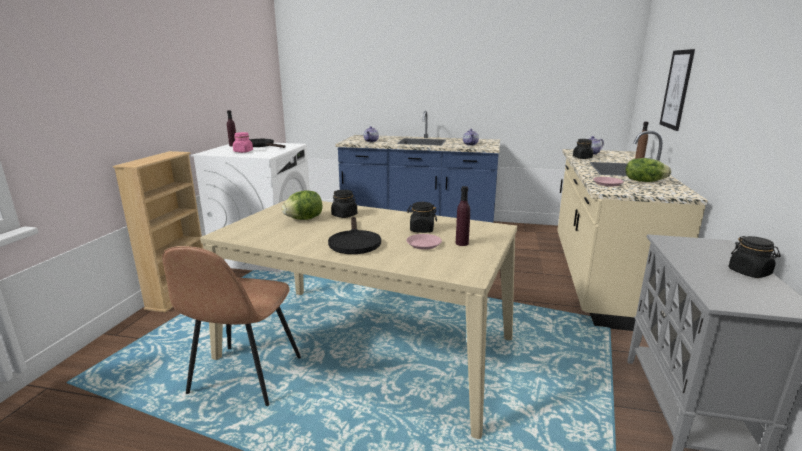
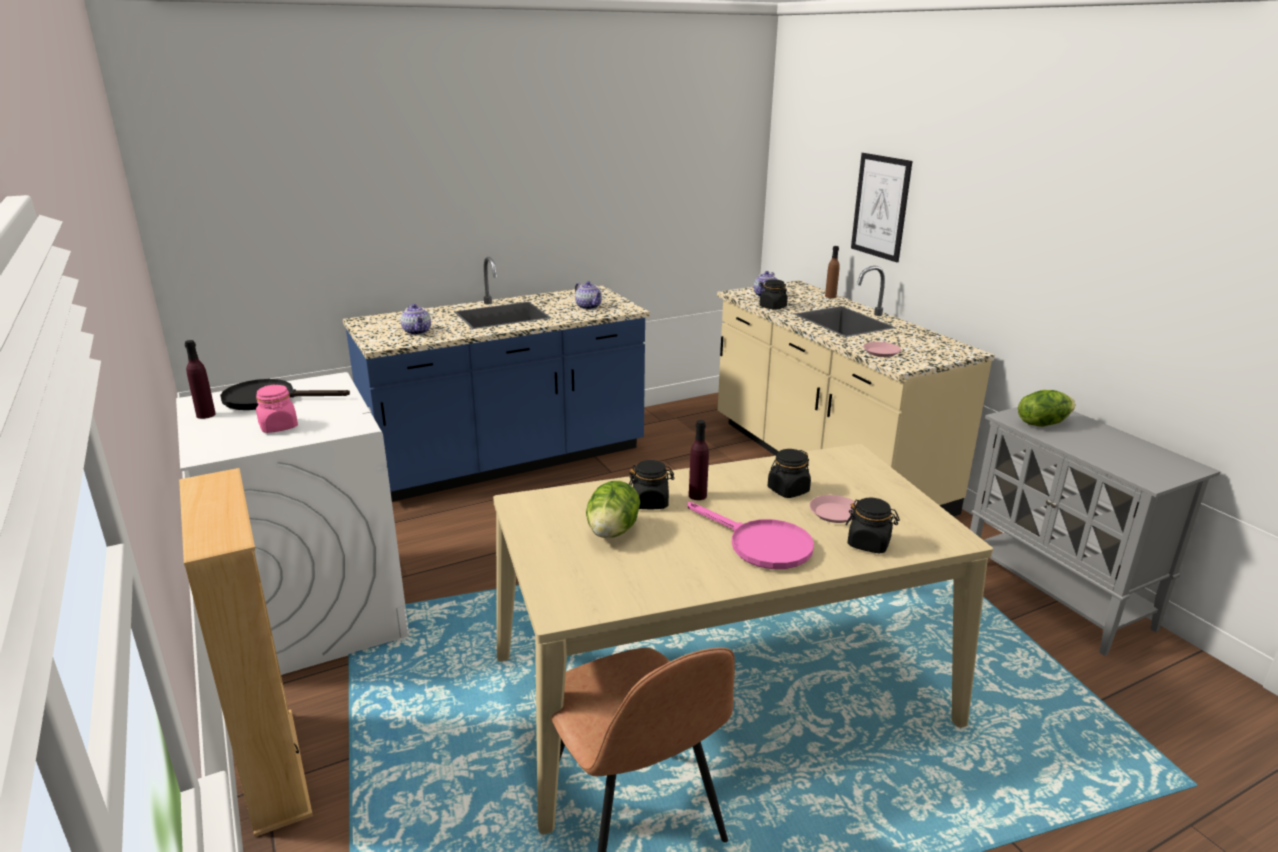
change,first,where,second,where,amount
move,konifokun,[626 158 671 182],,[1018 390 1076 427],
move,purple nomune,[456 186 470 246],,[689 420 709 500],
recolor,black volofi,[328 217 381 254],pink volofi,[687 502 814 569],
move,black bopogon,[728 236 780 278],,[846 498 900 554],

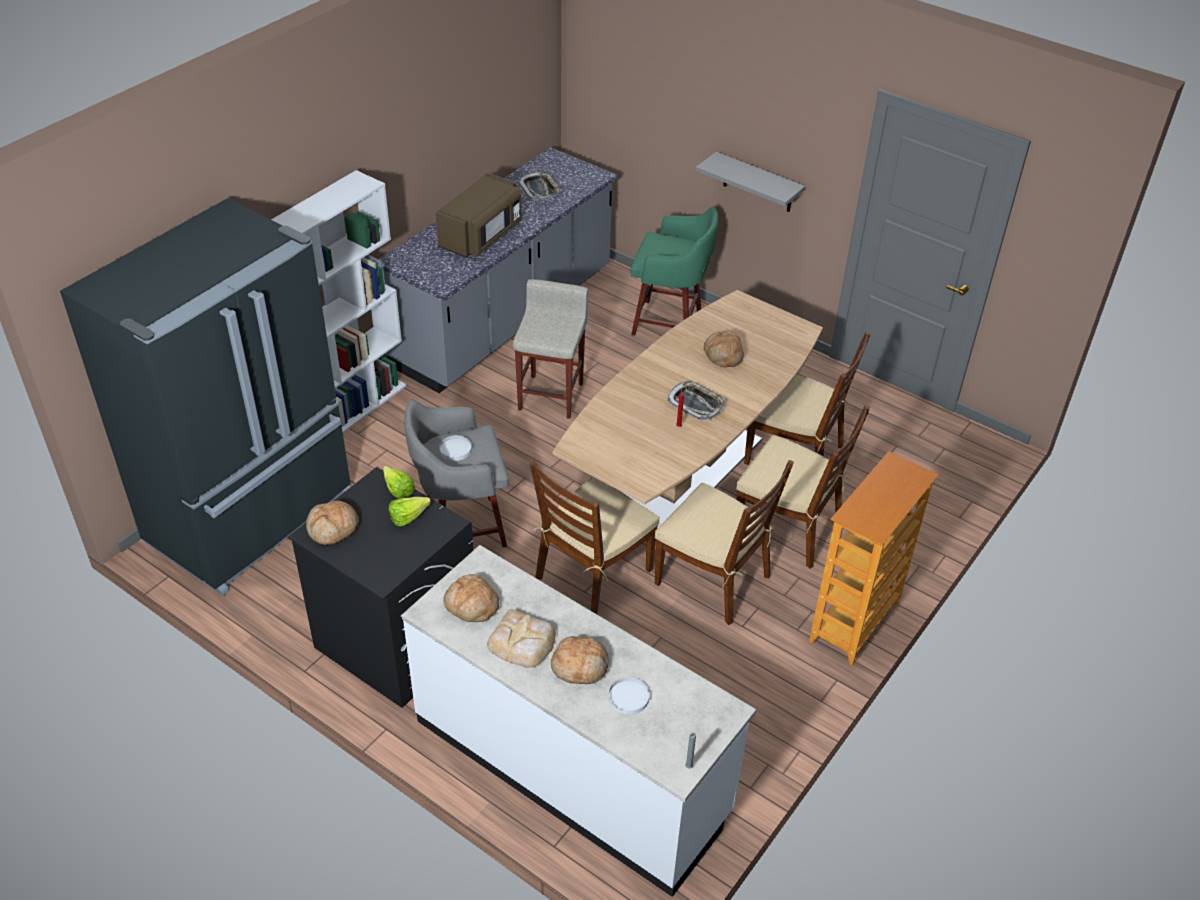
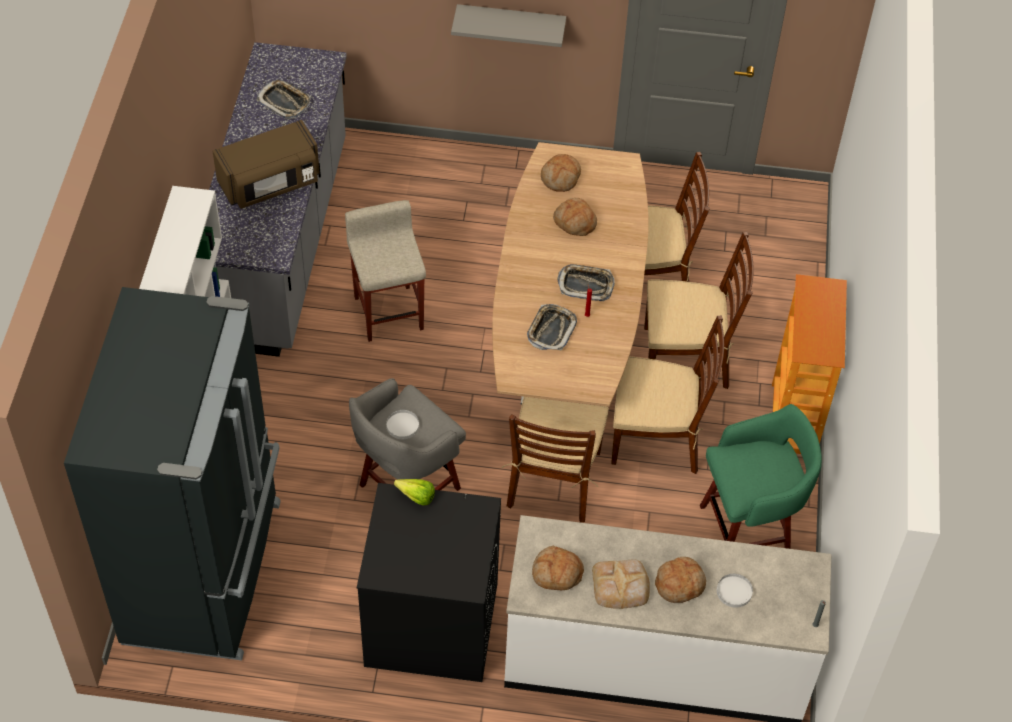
change,first,where,second,where,amount
rotate,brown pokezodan,[436 173 522 258],,[213 120 320 209],60 degrees clockwise
move,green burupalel,[631 207 718 336],,[700 404 822 549],
delete,konifokun,[389 497 431 527],,,
move,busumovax,[306 501 359 545],,[541 154 581 192],
insert,,,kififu,[527 304 577 351],

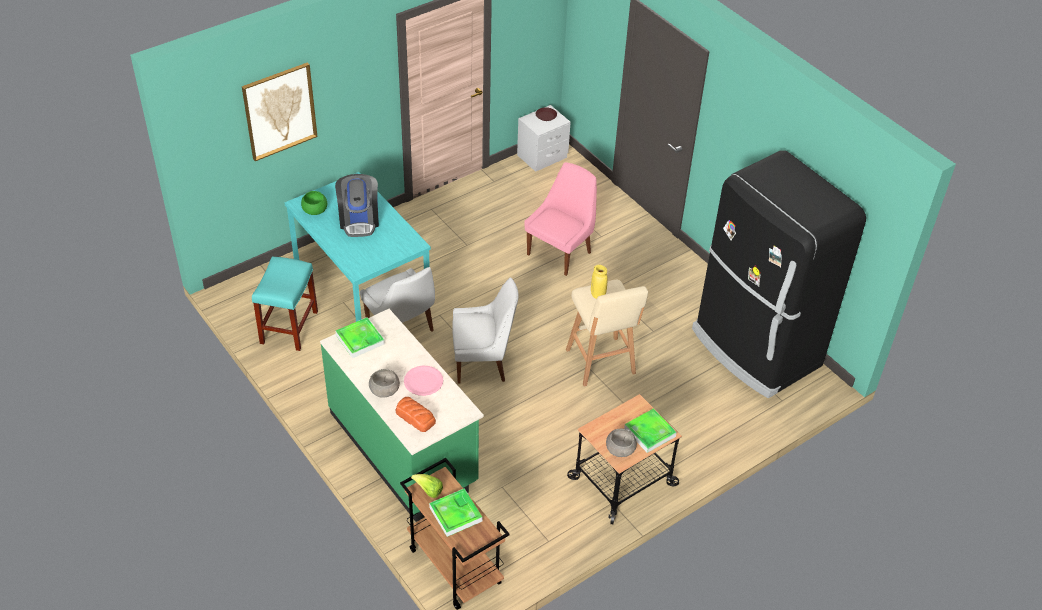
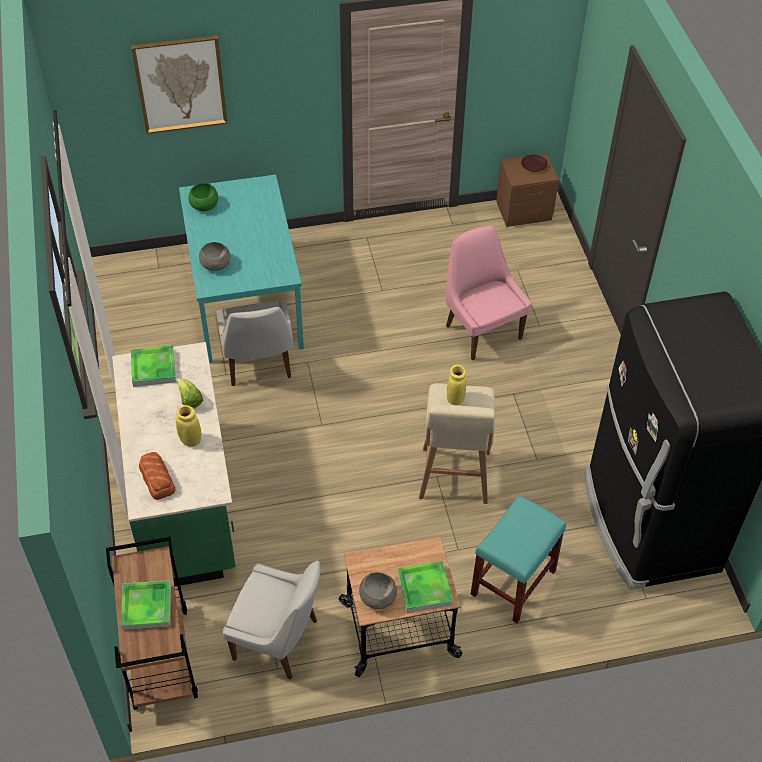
change,first,where,second,where,amount
recolor,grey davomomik,[517 105 571 172],brown davomomik,[496 153 559 227],
rotate,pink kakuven,[524 162 597 276],,[446 226 532 360],90 degrees counterclockwise
delete,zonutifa,[335 174 379 237],,,
move,turquoise burupalel,[252 256 318 351],,[471 495 566 623],
move,white kakuven,[452 278 519 383],,[223 560 320 680],
replace,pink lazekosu,[404 366 443 396],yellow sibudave,[176 405 202 447],
move,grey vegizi,[369 369 400 398],,[199 242 230 271],
move,konifokun,[411 474 443 498],,[176 378 203 409],

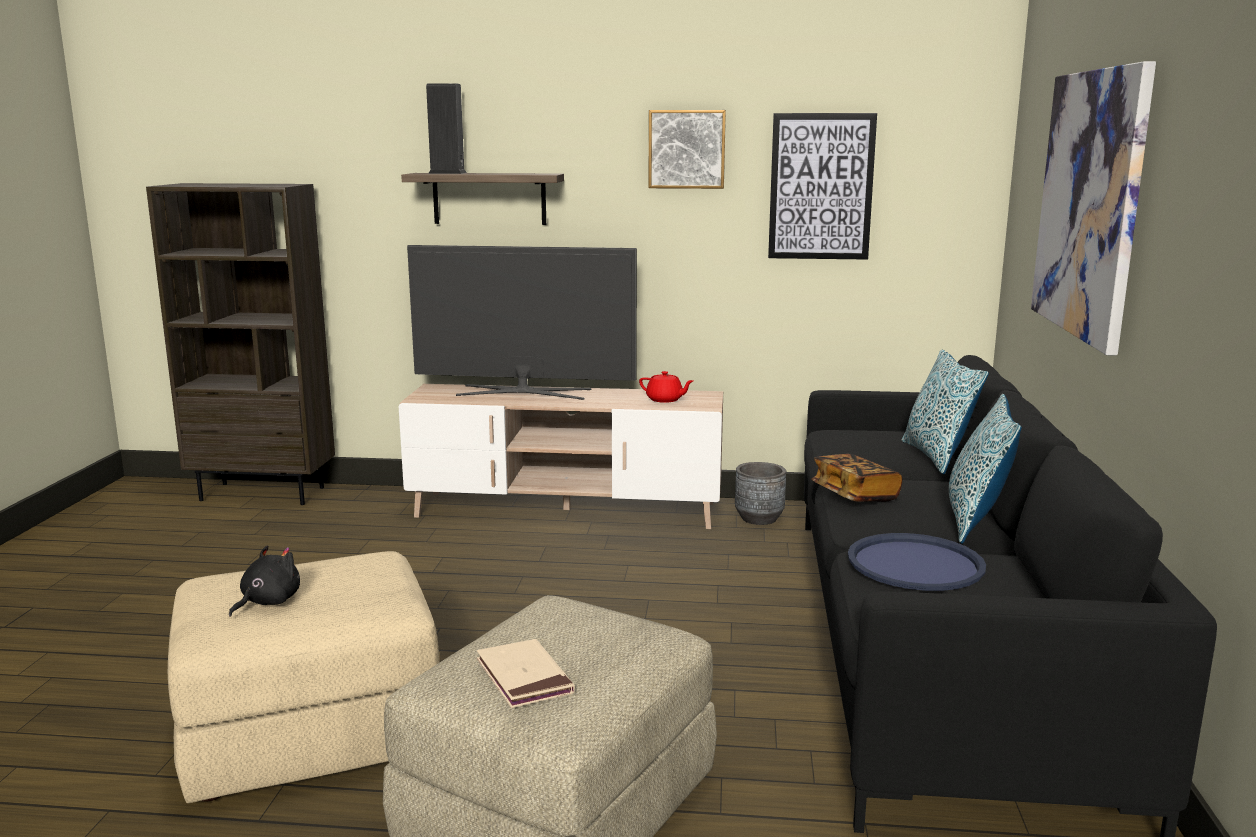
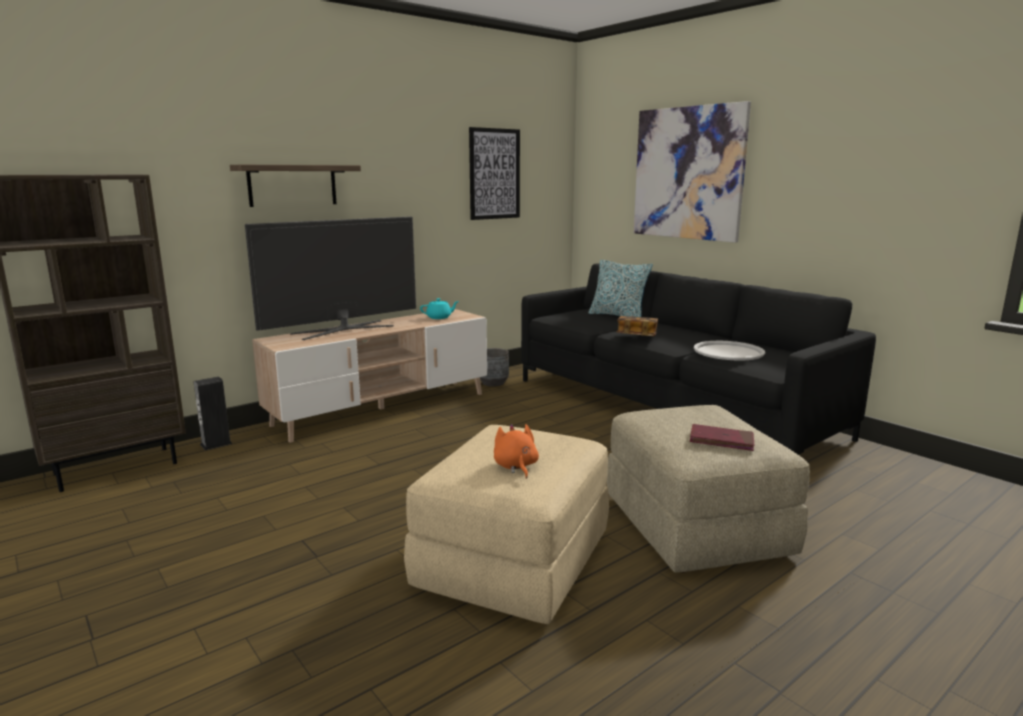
change,first,where,second,where,amount
move,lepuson,[426 83 467 174],,[194 377 233 450],
delete,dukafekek,[648 110 726 189],,,
recolor,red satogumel,[639 371 693 403],turquoise satogumel,[420 298 459 319],
delete,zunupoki,[949 394 1022 544],,,
recolor,blue kififu,[848 533 986 591],white kififu,[694 341 765 361],
recolor,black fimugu,[229 545 300 617],orange fimugu,[494 424 539 479],
recolor,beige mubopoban,[477 639 575 708],red mubopoban,[690 424 755 451],

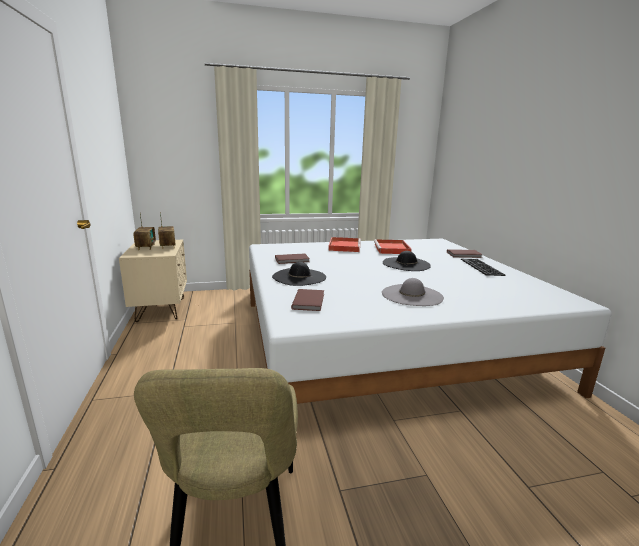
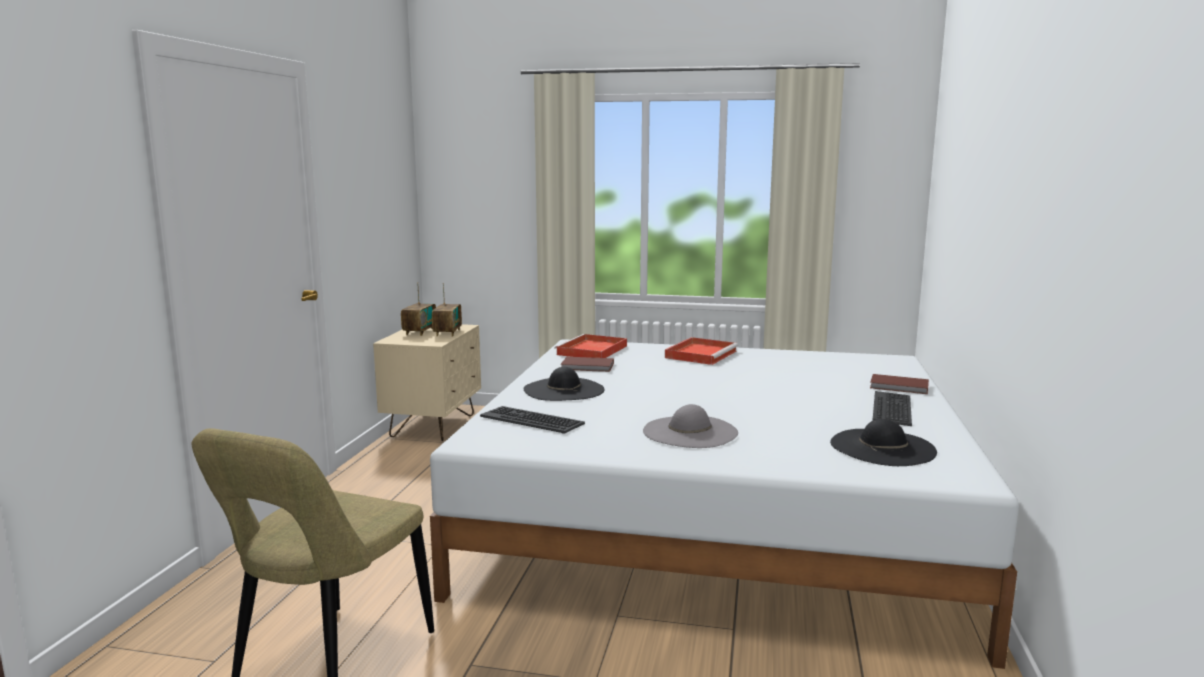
change,first,where,second,where,amount
move,red kififu,[374 239 412 254],,[555 334 627 358],
move,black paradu,[383 251 431 271],,[830 419 937 466],
replace,brown mubopoban,[291 289 324 311],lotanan,[480 406 585 434],

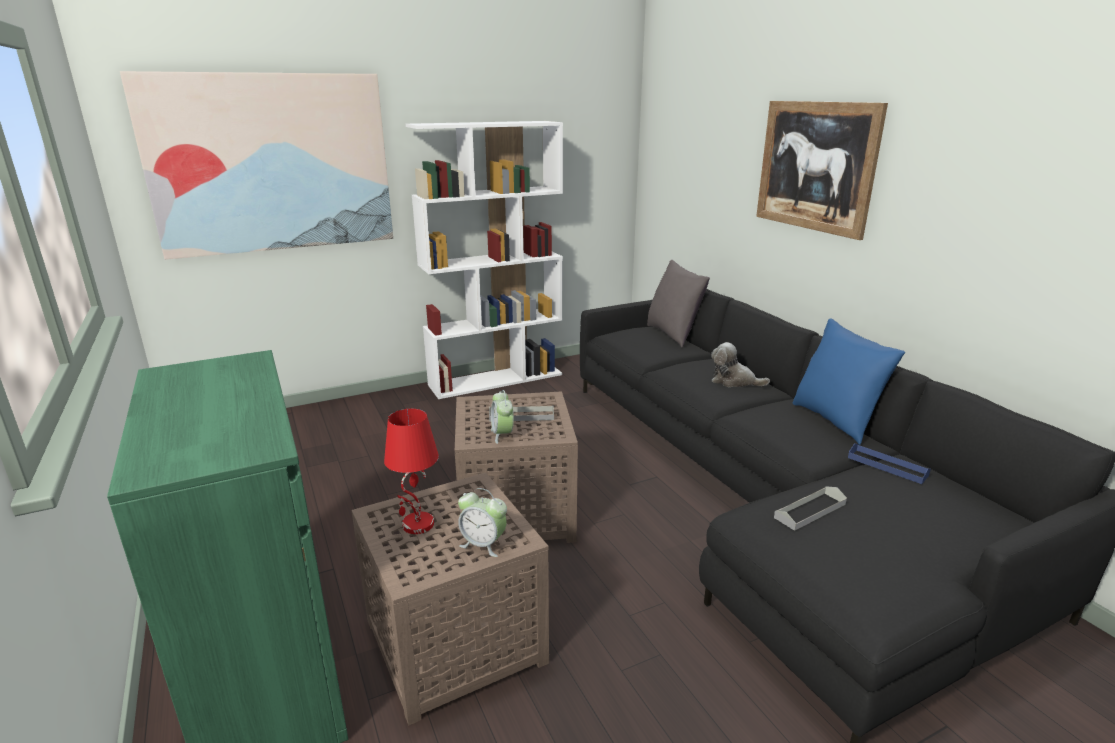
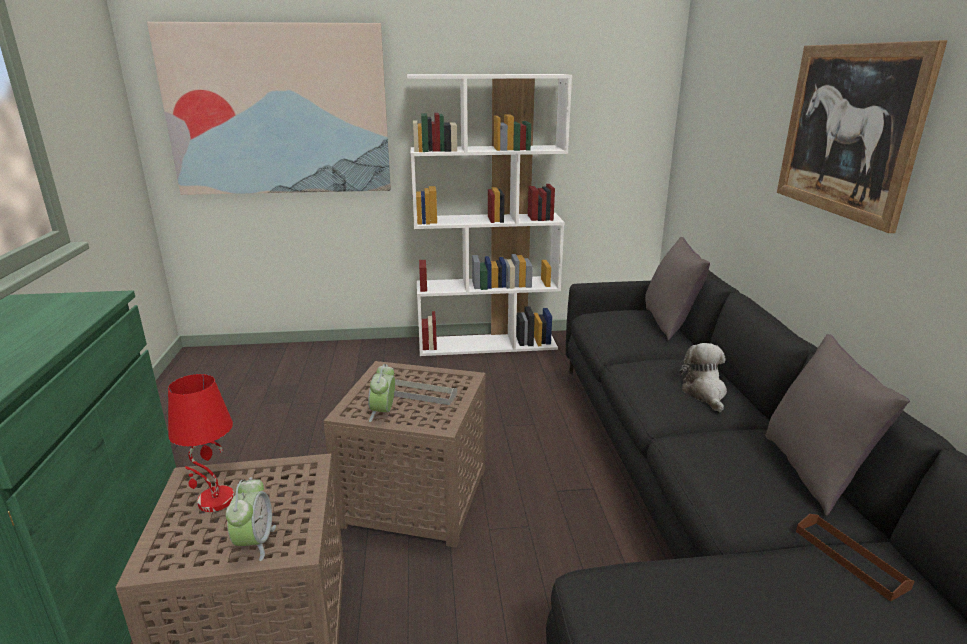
change,first,where,second,where,amount
recolor,blue zunupoki,[792 318 905 445],grey zunupoki,[765 334 910 516],
rotate,fimugu,[711 342 770 387],,[679 343 727 412],45 degrees clockwise
recolor,blue kififu,[848 443 931 484],brown kififu,[796 514 915 602],
delete,grey kififu,[774 486 847 531],,,
rotate,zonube,[458 488 507 557],,[226 477 276 561],135 degrees counterclockwise

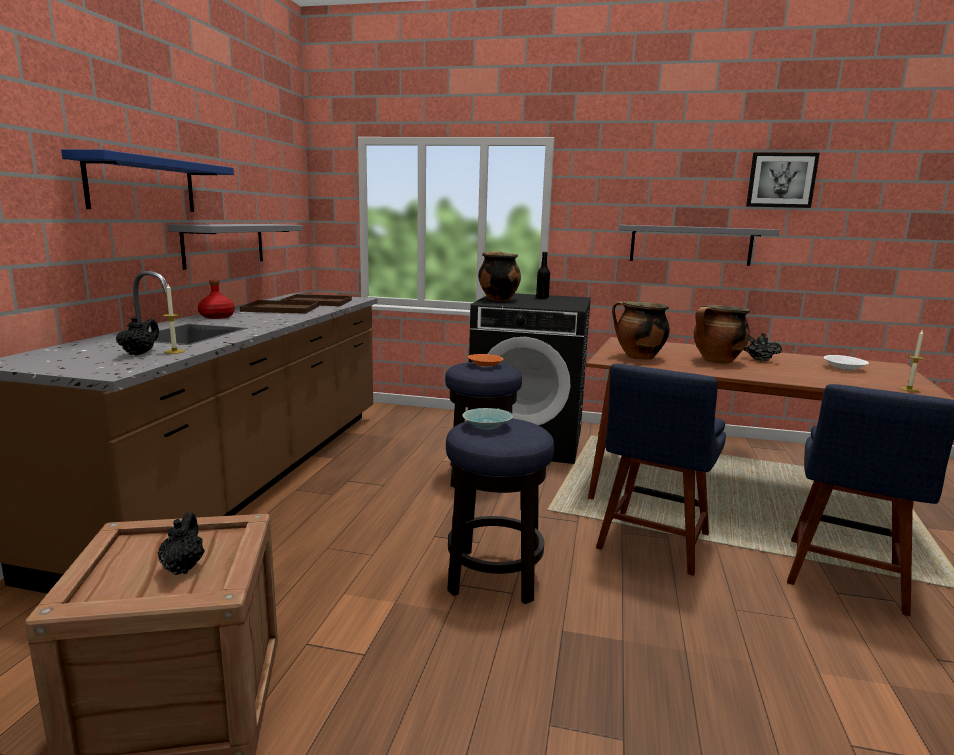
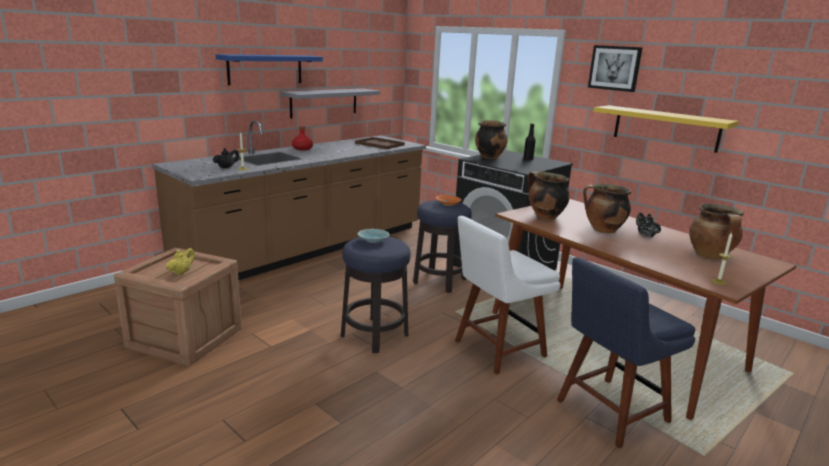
change,first,where,second,where,amount
move,dukafekek,[746 152 820 208],,[588 45 643 92],
recolor,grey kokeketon,[619 225 779 266],yellow kokeketon,[593 105 739 153],
delete,brown kififu,[240 300 319 314],,,
replace,white vegizi,[824 355 869 371],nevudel,[689 204 744 260],
recolor,blue kakuven,[596 364 726 576],white kakuven,[455 216 561 375],
recolor,black satogumel,[158 512 205 575],yellow satogumel,[166 248 195 275],

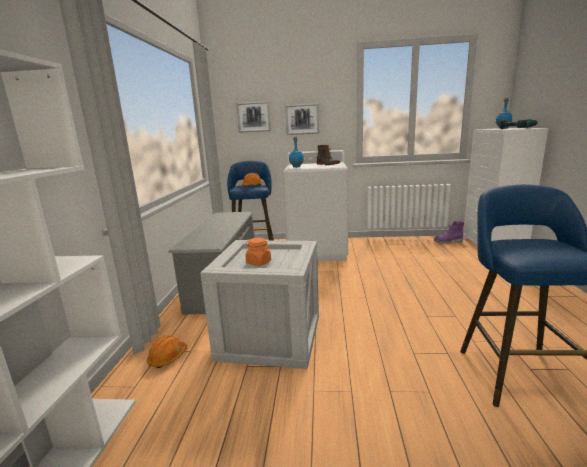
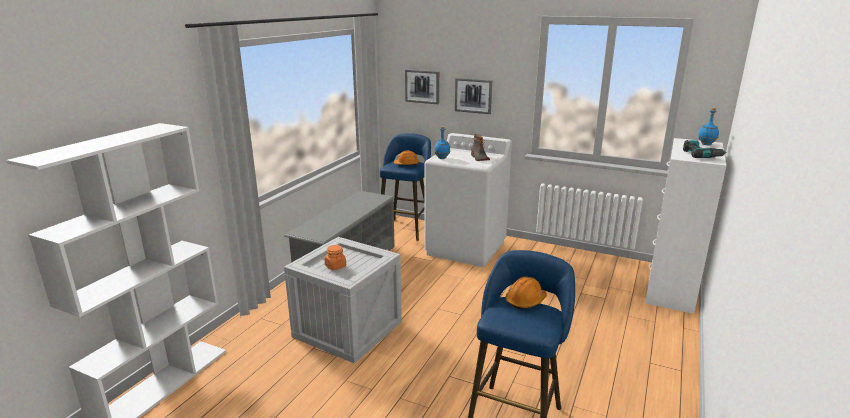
change,first,where,second,where,amount
delete,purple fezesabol,[434 221 464 244],,,
move,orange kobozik,[147 335 187 368],,[506 276 547 309],

